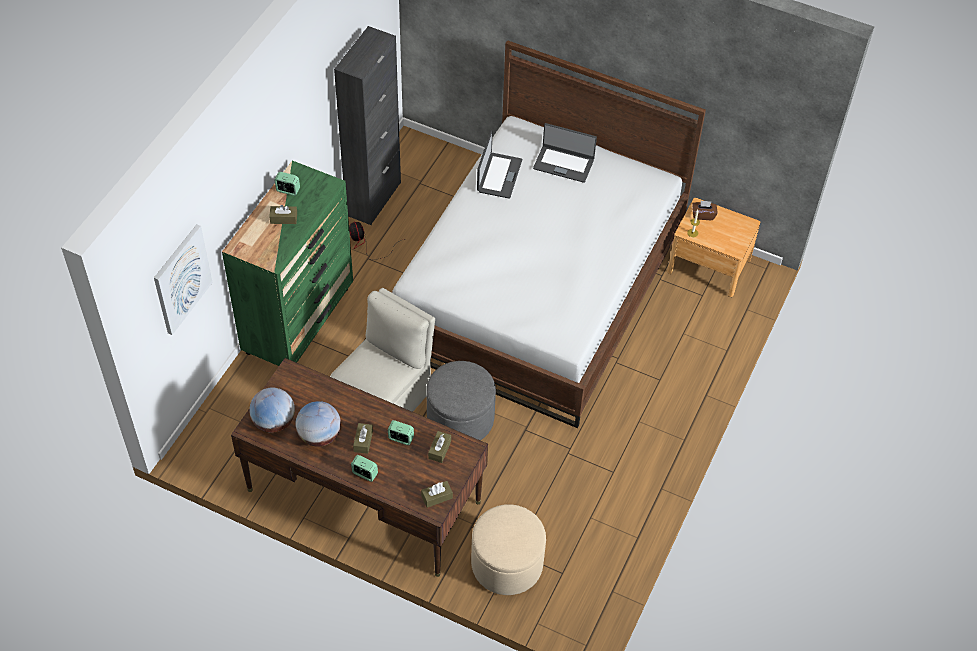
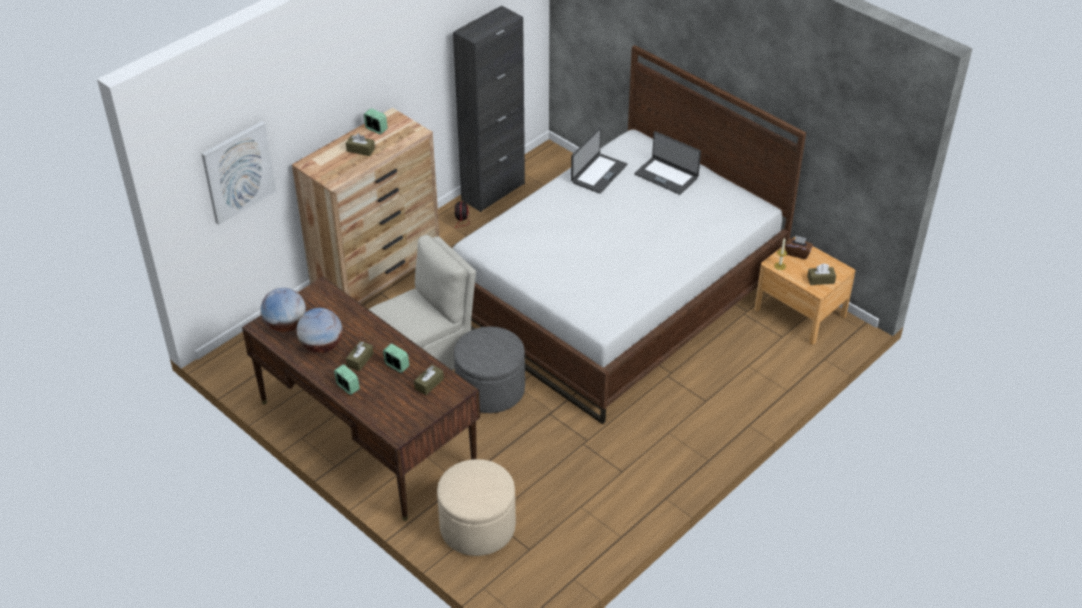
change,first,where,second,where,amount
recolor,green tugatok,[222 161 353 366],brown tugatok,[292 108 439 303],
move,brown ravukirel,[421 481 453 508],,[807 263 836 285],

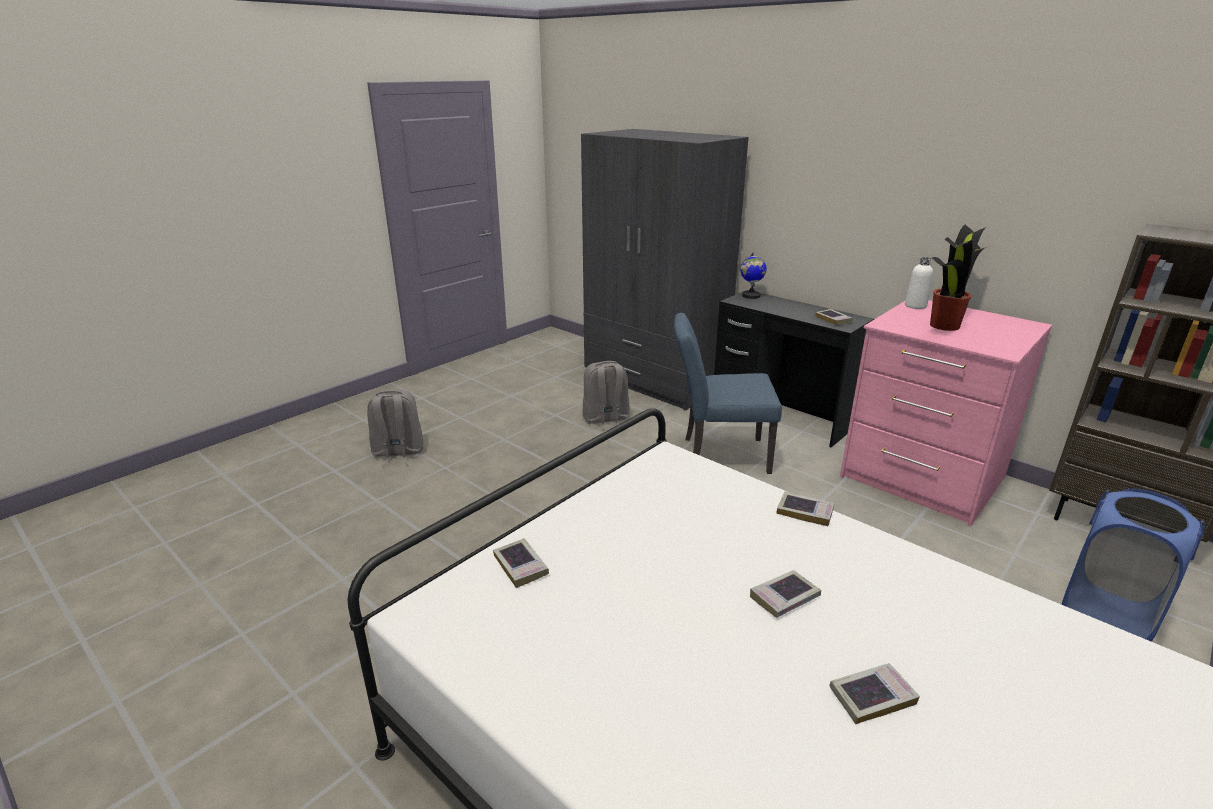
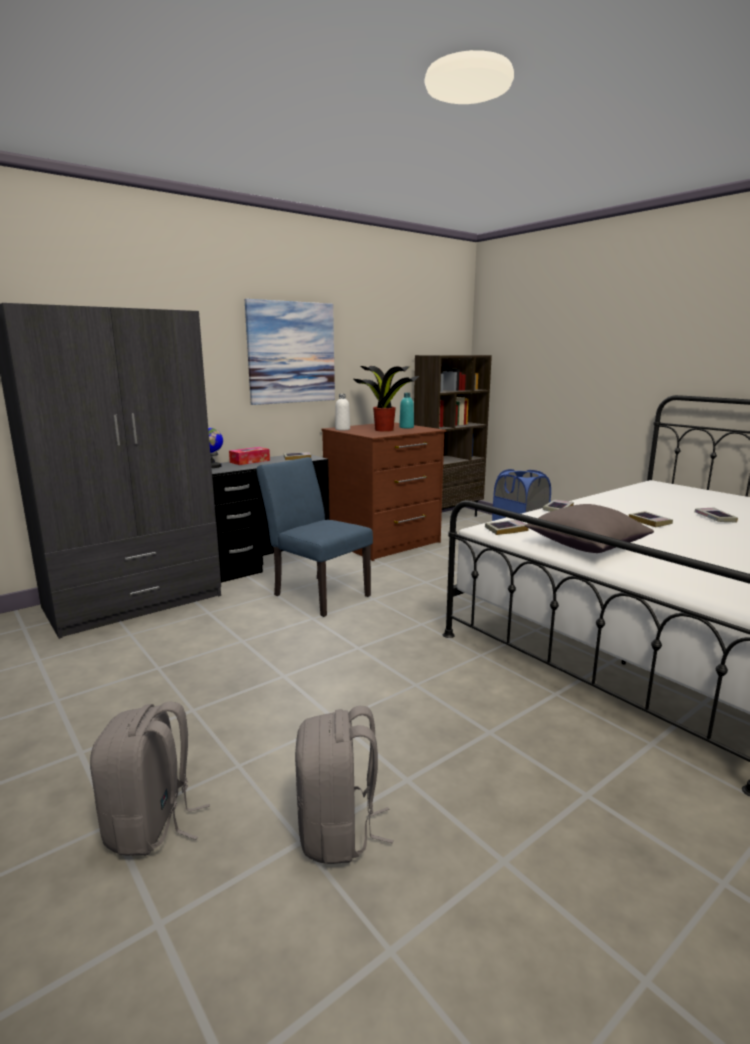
change,first,where,second,where,amount
recolor,pink tugatok,[840 300 1052 526],brown tugatok,[321 422 446 561],
rotate,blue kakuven,[674 313 782 474],,[257 457 373 617],120 degrees clockwise
move,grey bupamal,[582 361 629 431],,[295 706 393 864],
move,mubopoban,[493 538 549 588],,[485 520 529 535],
insert,,,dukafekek,[245 299 335 405],
insert,,,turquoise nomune,[399 393 414 428],
insert,,,ravukirel,[229 447 270 465],
insert,,,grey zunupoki,[525 504 654 553],

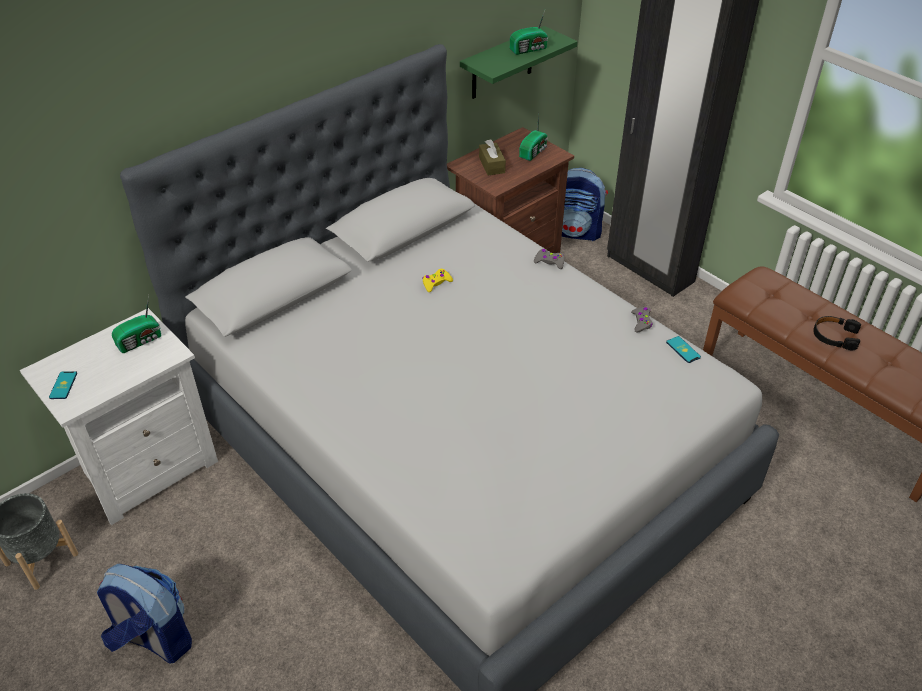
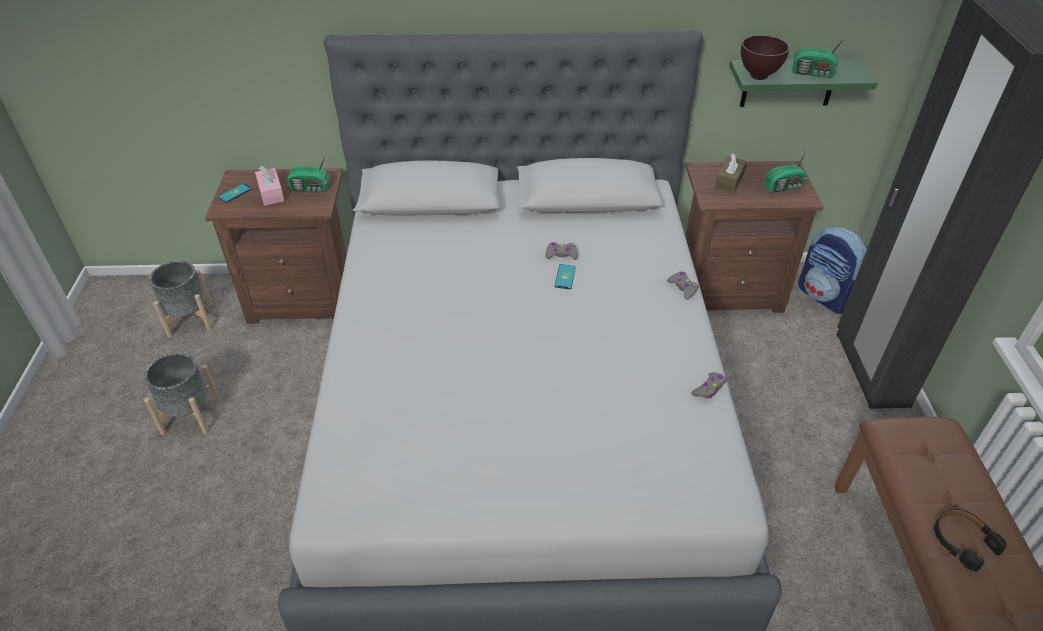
change,first,where,second,where,amount
recolor,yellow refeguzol,[422 269 453 292],grey refeguzol,[545 242 578 260],
recolor,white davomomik,[20 308 218 525],brown davomomik,[205 168 346 324],
move,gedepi,[666 336 701 363],,[555 264 576 289],
replace,bupamal,[97 564 192 663],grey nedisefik,[144 353 220 435],
insert,,,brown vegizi,[741 35 790 80],
insert,,,pink ravukirel,[255 166 285 206],

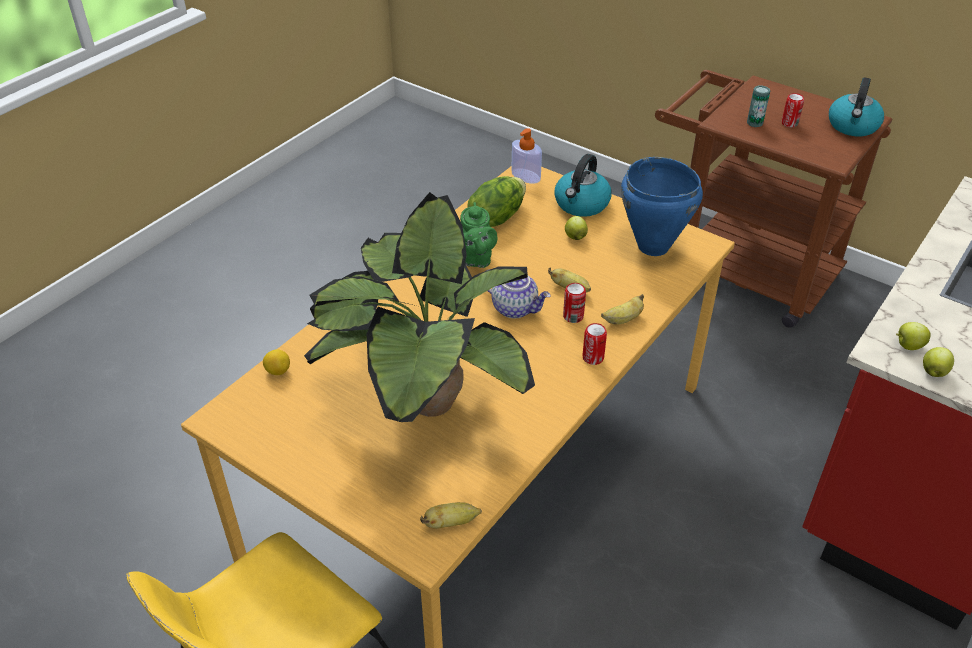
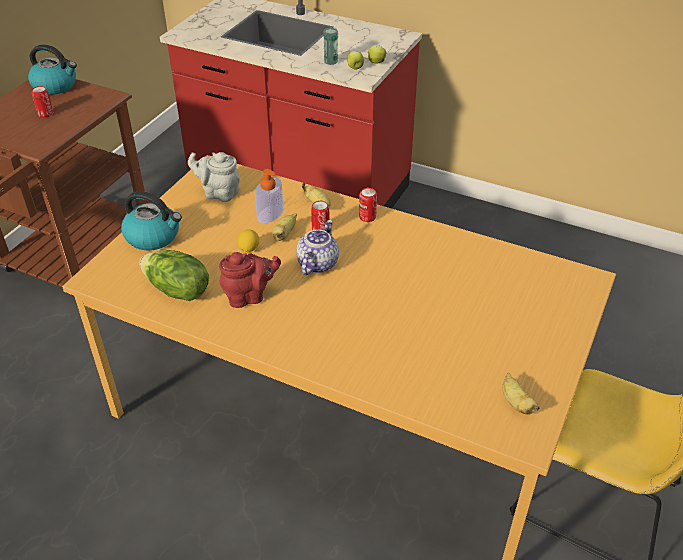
change,first,where,second,where,amount
move,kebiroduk,[747 86 770 127],,[324 28 338 65],
move,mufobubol,[511 128 542 184],,[255 169 283 223],
replace,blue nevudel,[621 157 703 256],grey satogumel,[188 152 240 202],
delete,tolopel,[304 192 535 422],,,
recolor,green satogumel,[460 202 497 268],red satogumel,[219 252 281 308],
delete,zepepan,[565 216 588 240],,,
move,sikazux,[263 349 290 375],,[238 229 259 253],
move,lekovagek,[420 502 482 529],,[502 373 540 415],

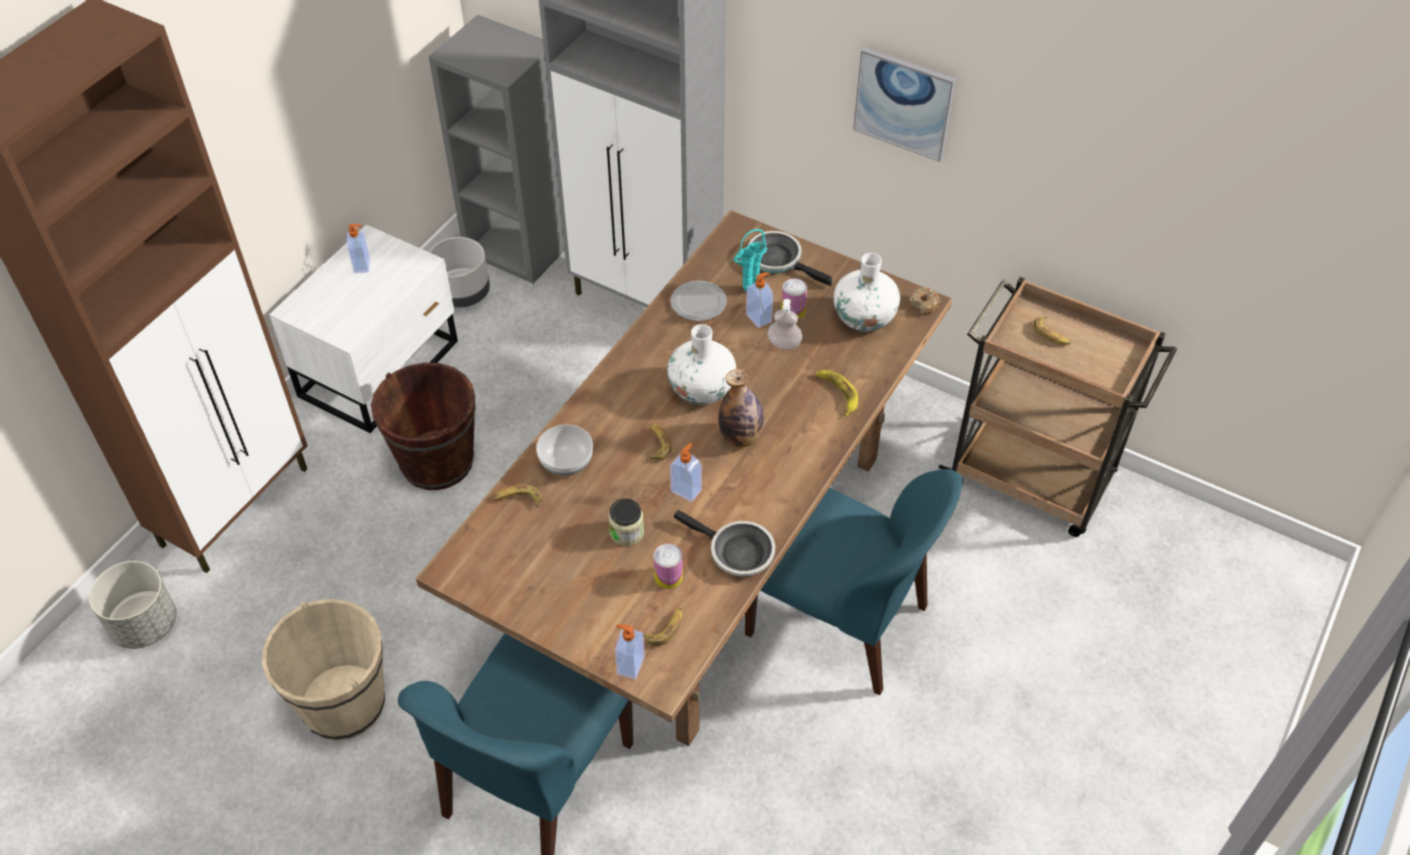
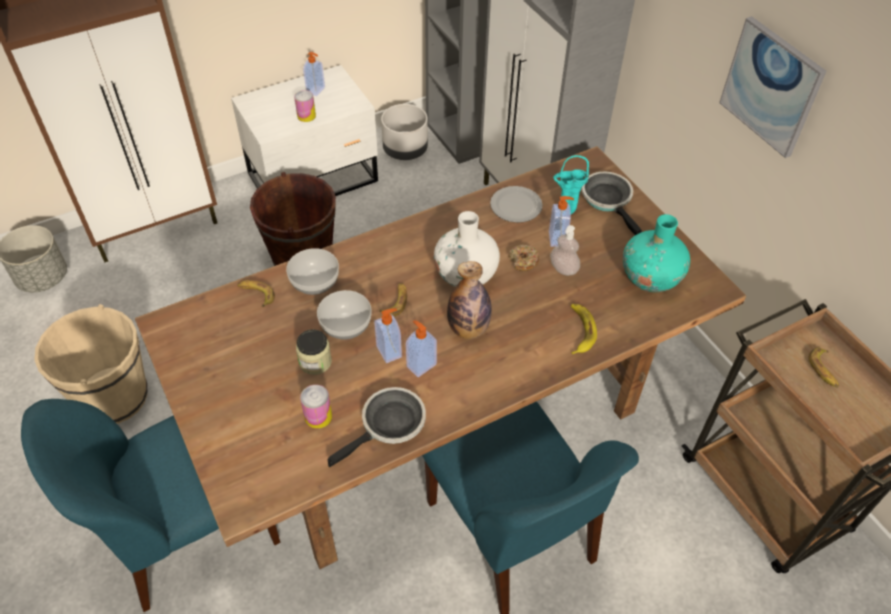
change,first,where,second,where,amount
recolor,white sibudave,[834 253 900 332],turquoise sibudave,[623 214 690 292],
move,kebiroduk,[781 279 807 319],,[294 90 316 122],
move,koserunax,[908 287 940 315],,[508 245 540 271],
rotate,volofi,[674 510 775 577],,[328 387 426 468],105 degrees counterclockwise
delete,lekovagek,[643 608 682 646],,,
move,mufobubol,[615 624 645 680],,[406 320 437 377],
insert,,,vegizi,[317 290 372 340],

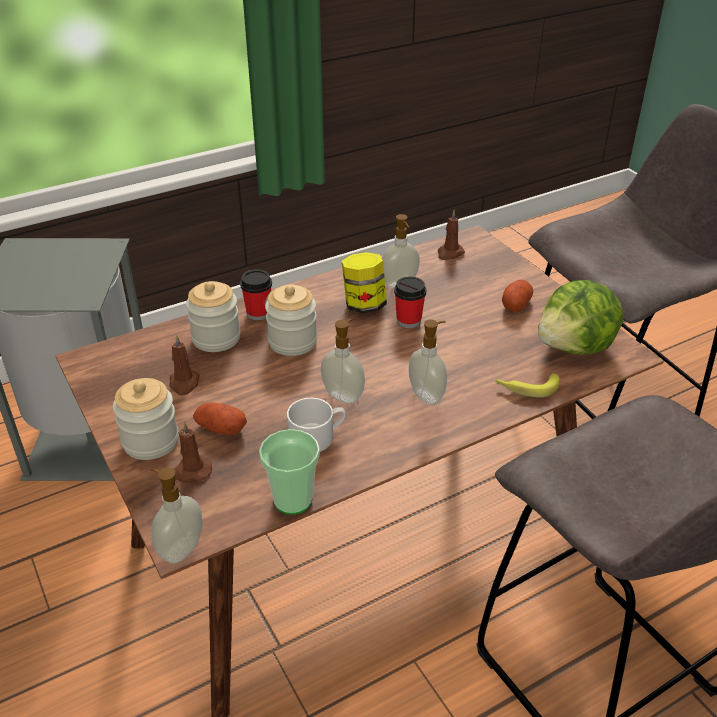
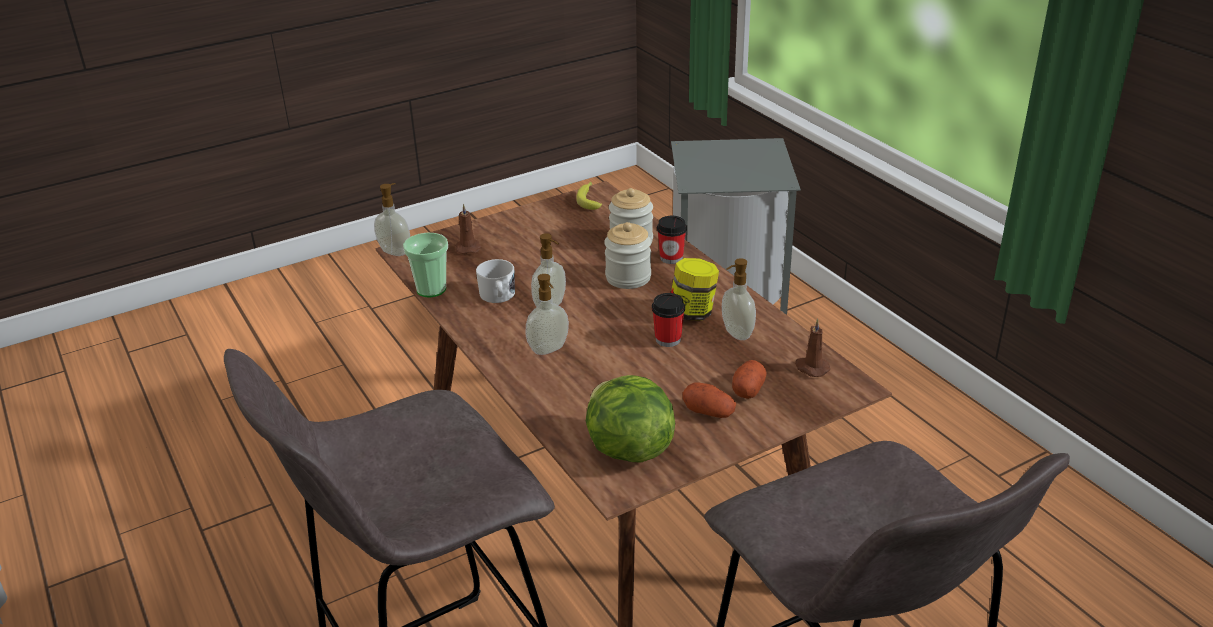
change,first,where,second,where,amount
delete,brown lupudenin,[170 335 200 396],,,
move,lekovagek,[495 373 560 398],,[576 182 602 210],
delete,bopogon,[113 378 179 460],,,
move,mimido,[193 402 247 435],,[732 360 767 399],

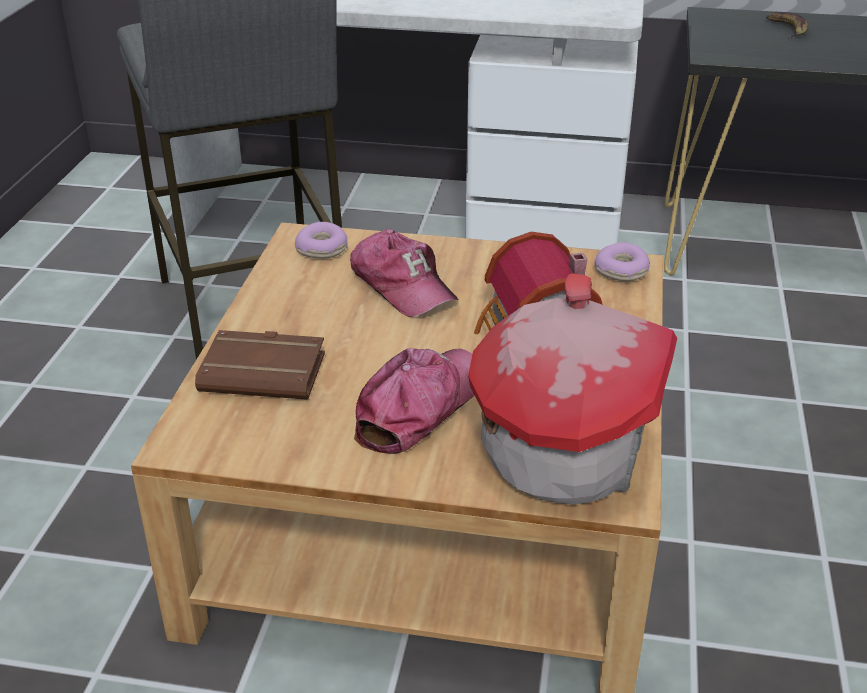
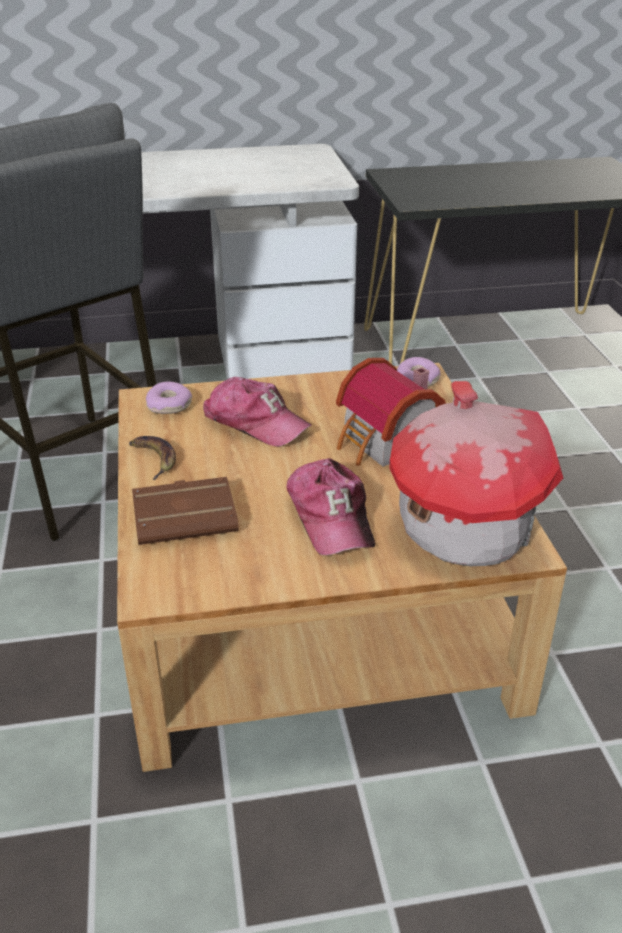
change,first,where,second,where,amount
move,lekovagek,[766 12 808 39],,[129 436 176 480],
rotate,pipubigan,[354 349 475 454],,[287 458 375 555],150 degrees clockwise

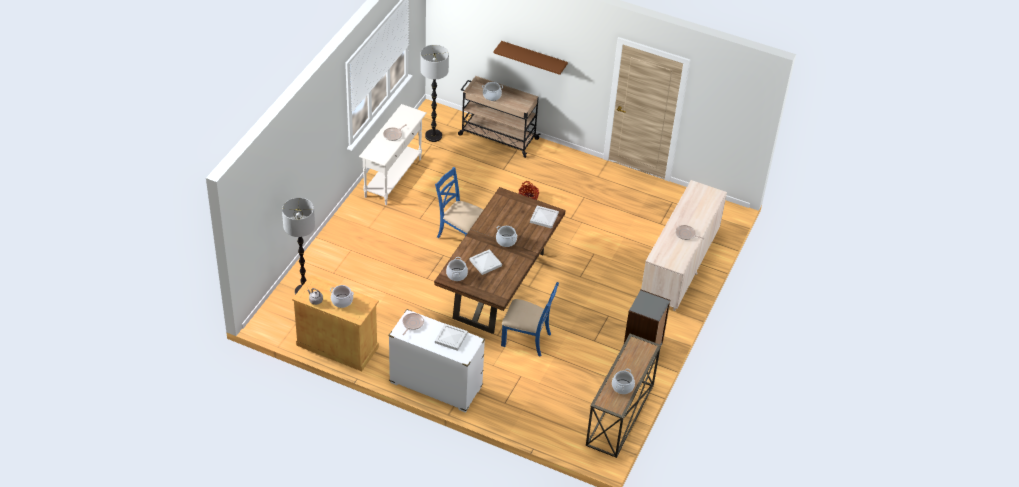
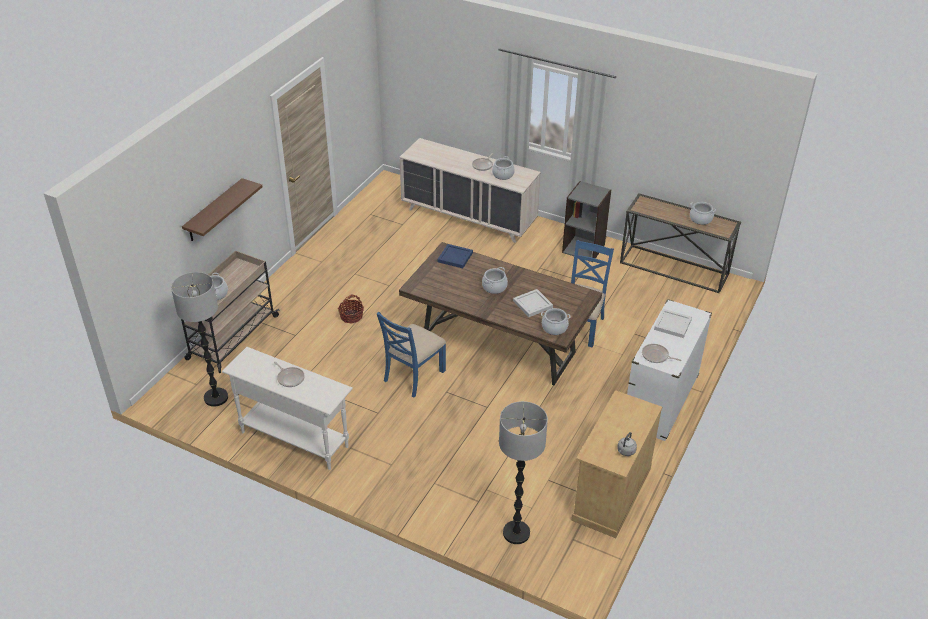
change,first,where,second,where,amount
recolor,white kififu,[530 206 559 229],blue kififu,[437 244 473 268],
move,nevudel,[330 285 354 308],,[492 156 515 180],

